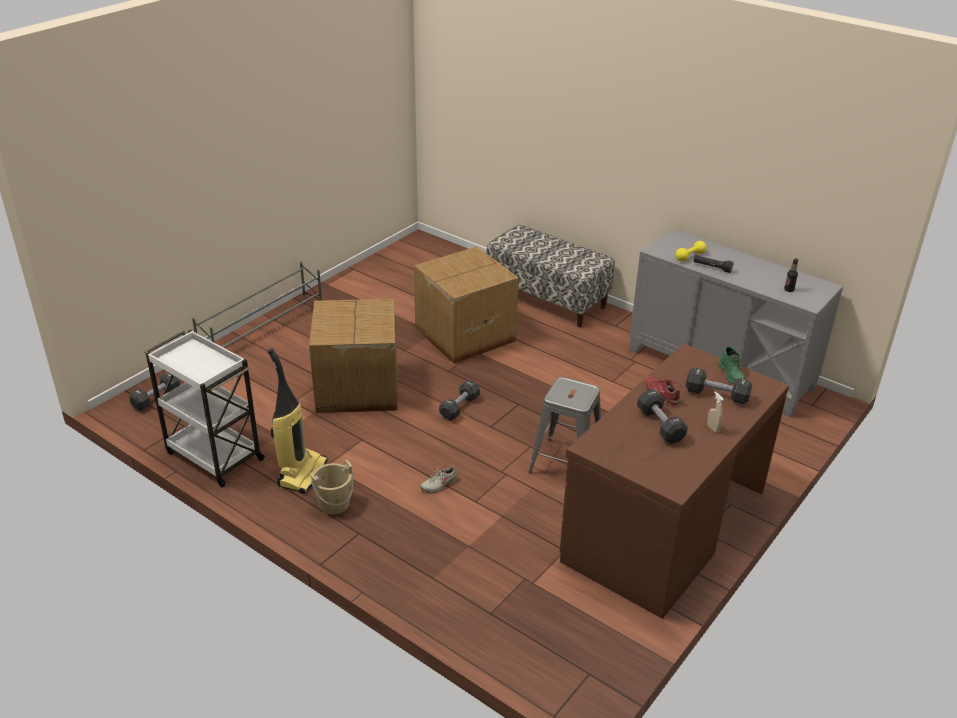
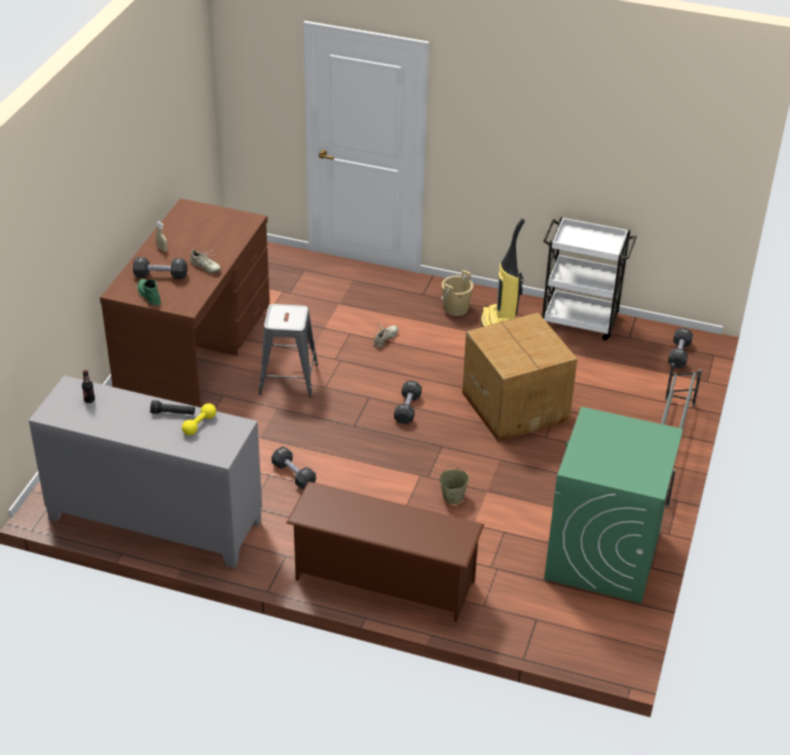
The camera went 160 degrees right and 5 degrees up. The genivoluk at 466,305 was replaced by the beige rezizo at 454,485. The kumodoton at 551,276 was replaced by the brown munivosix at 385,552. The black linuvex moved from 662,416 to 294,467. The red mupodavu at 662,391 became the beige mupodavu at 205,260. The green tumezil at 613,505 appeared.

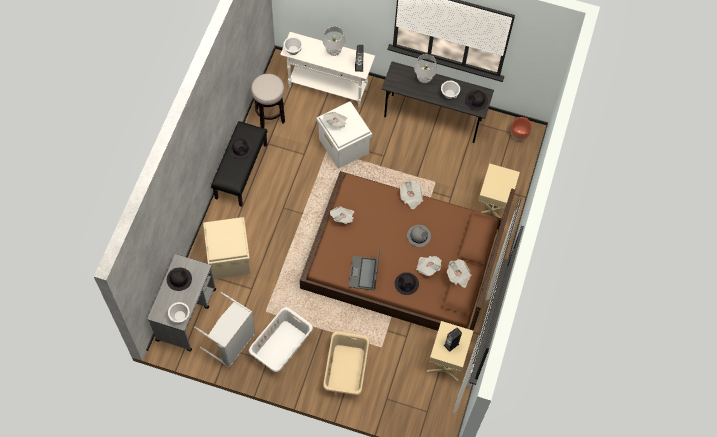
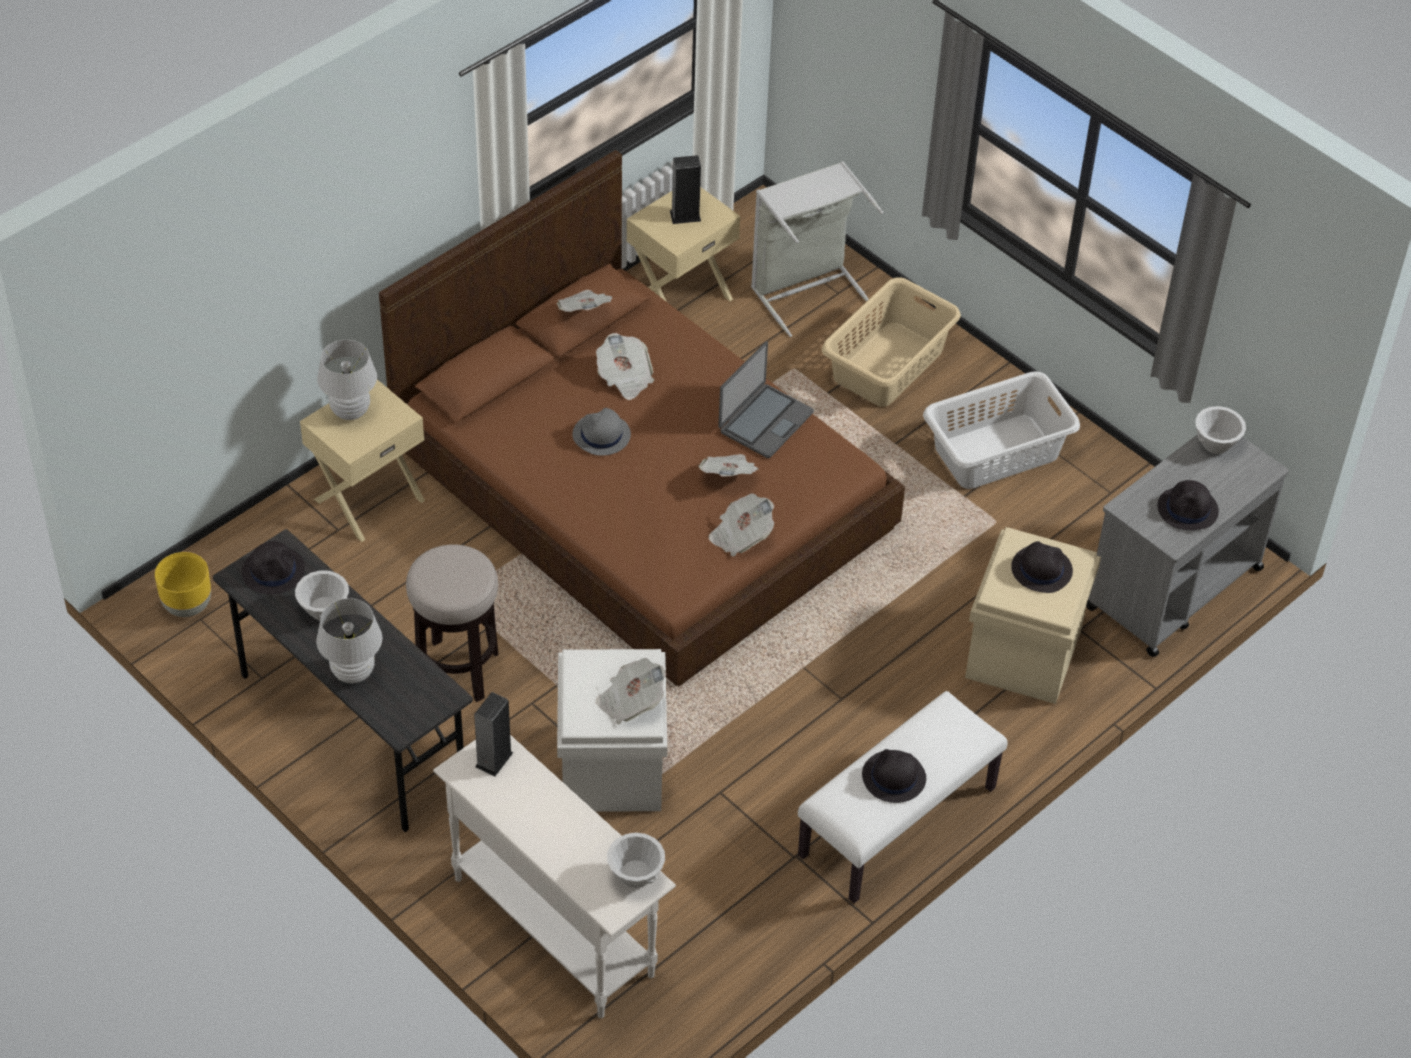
The camera went 150 degrees left and 15 degrees down. The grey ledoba moved from 225,330 to 817,249. The black kumodoton at 239,164 became the white kumodoton at 903,797. The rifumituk moved from 268,101 to 452,623. The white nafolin moved from 334,41 to 347,380. The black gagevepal moved from 407,283 to 1042,567. The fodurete moved from 411,195 to 729,465. The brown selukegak at 521,129 became the yellow selukegak at 183,584.

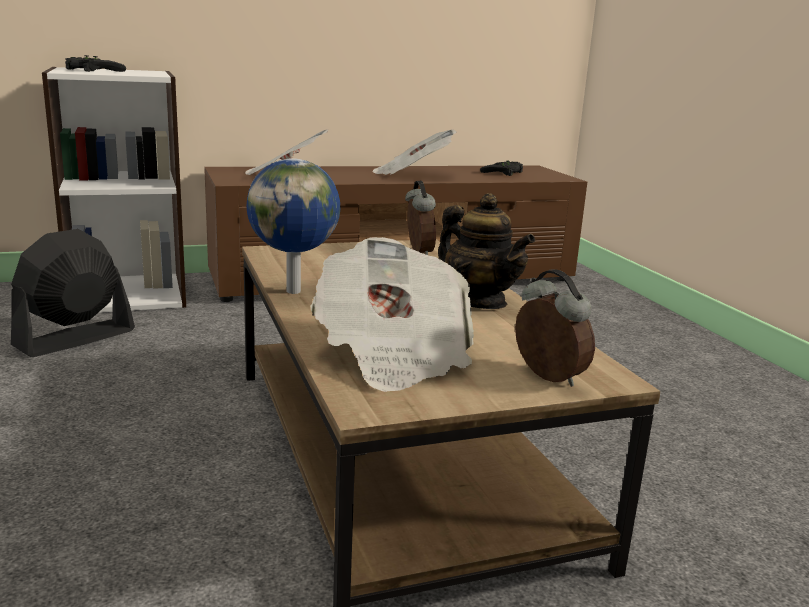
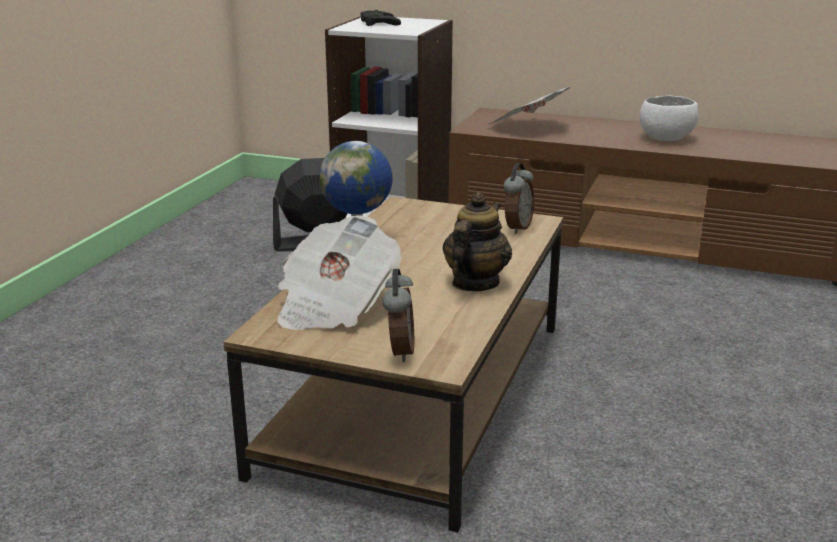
The camera went 40 degrees right and 5 degrees up. The fodurete at 414,152 was replaced by the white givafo at 669,118. The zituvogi at 486,251 turned 150 degrees counterclockwise. The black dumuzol at 501,168 disappeared.

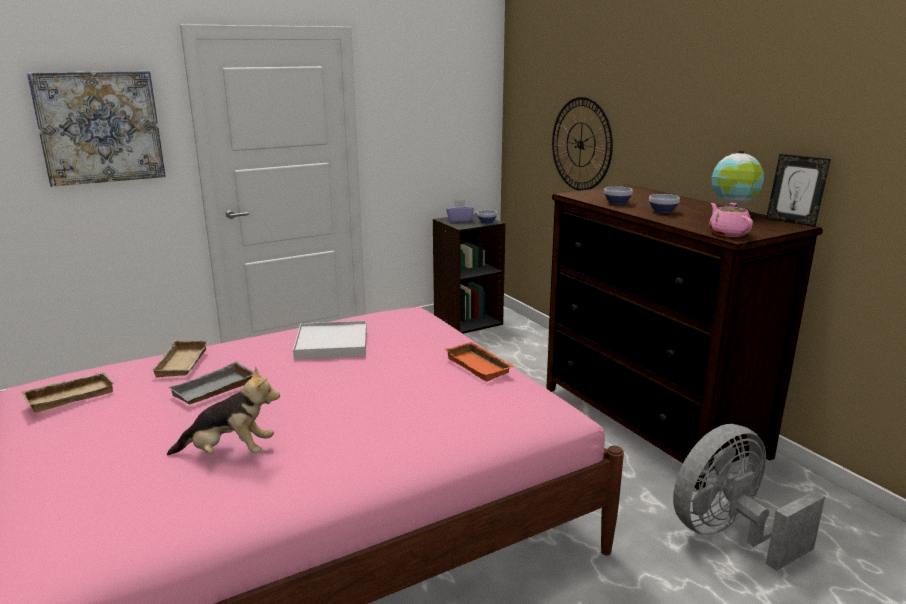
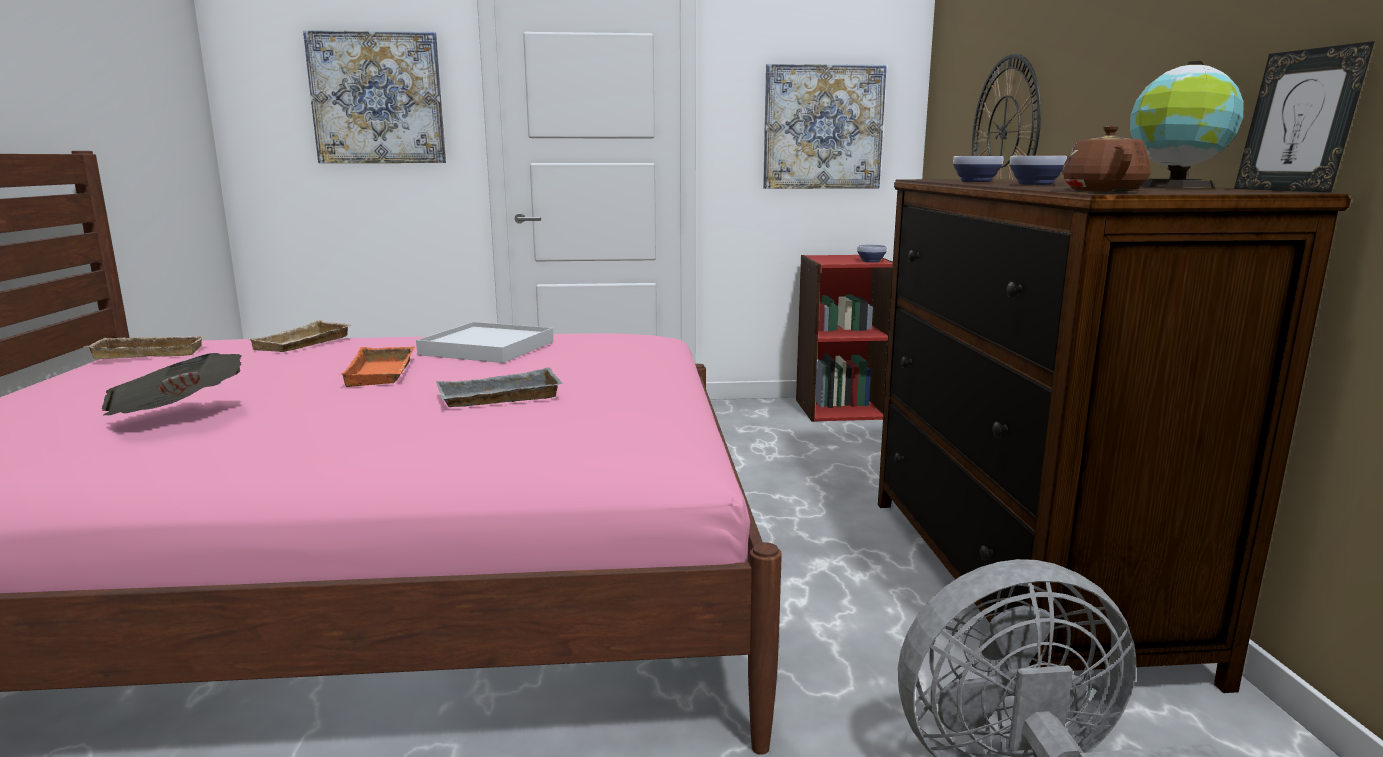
The camera went 25 degrees right and 5 degrees down. The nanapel at 223,410 was replaced by the fodurete at 172,384. The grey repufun moved from 211,382 to 499,387. The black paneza at 469,273 became the red paneza at 844,338. The orange repufun moved from 480,362 to 377,367. The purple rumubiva at 460,211 disappeared. The pink zituvogi at 731,220 became the brown zituvogi at 1106,159. The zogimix at 825,126 appeared.

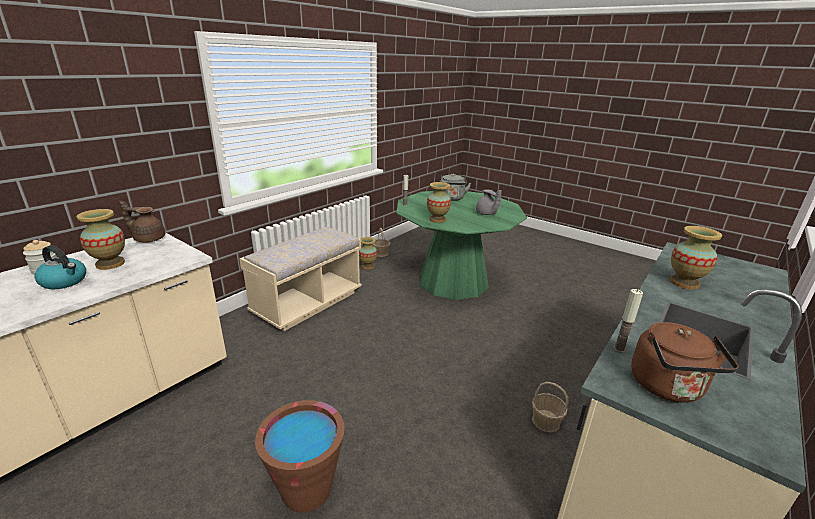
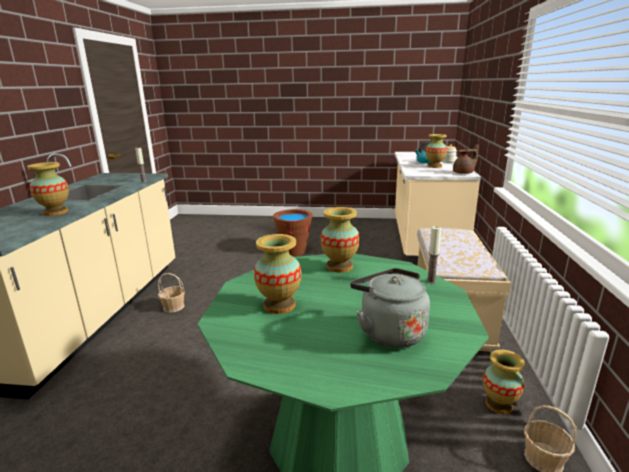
The camera went 150 degrees right and 5 degrees down. The grey zituvogi at 489,202 was replaced by the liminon at 278,274. The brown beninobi at 685,362 disappeared.

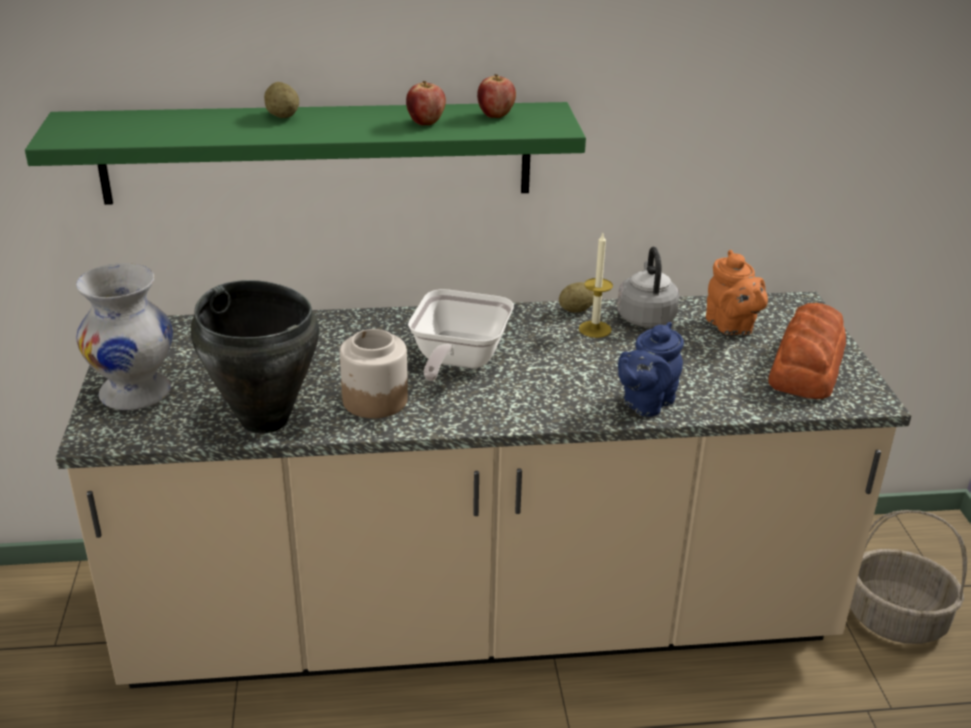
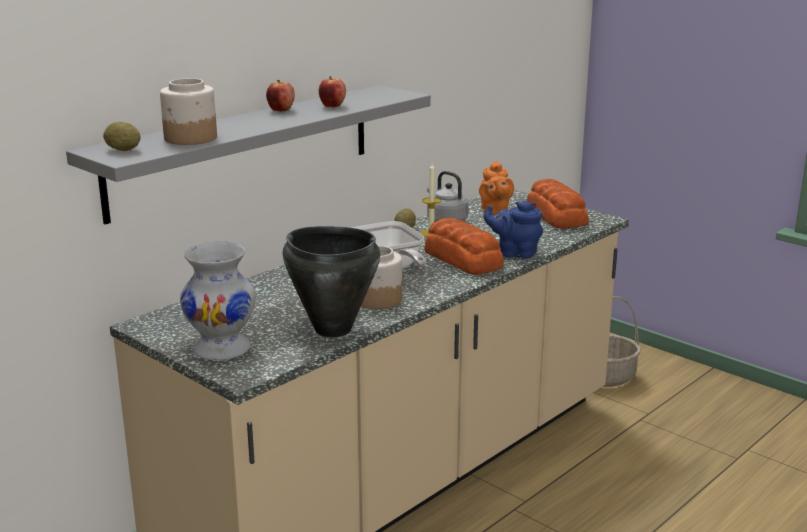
The camera went 40 degrees left and 10 degrees down. The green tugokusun at 305,153 became the grey tugokusun at 248,154. The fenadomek moved from 281,100 to 122,136. The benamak moved from 496,96 to 280,96. The blue zituvogi at 651,369 turned 105 degrees clockwise. The orange zituvogi at 737,292 turned 60 degrees clockwise. The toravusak at 188,111 appeared. The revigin at 464,246 appeared.

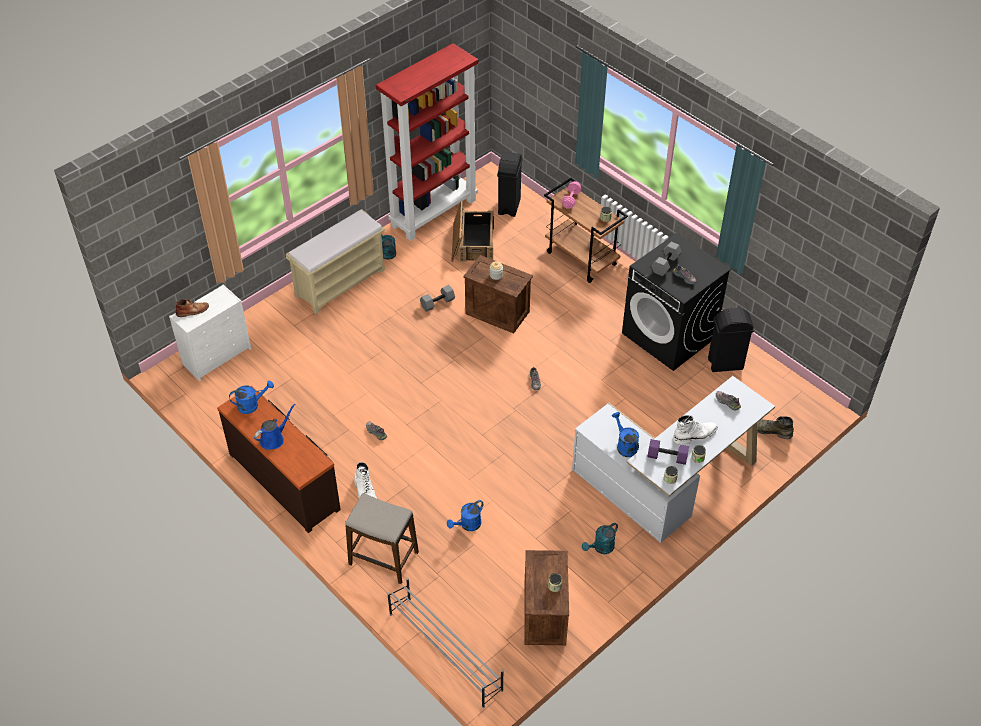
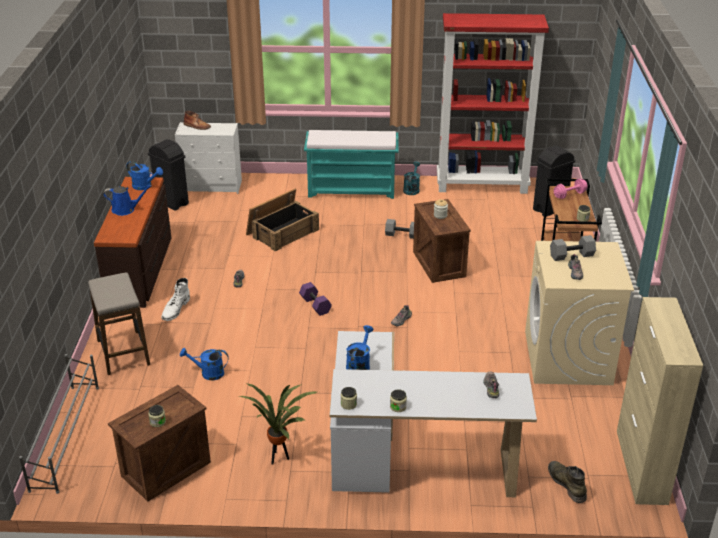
The camera went 45 degrees right and 15 degrees down. The beige kumodoton at 335,261 became the turquoise kumodoton at 351,164. The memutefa moved from 472,231 to 282,220. The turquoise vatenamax at 600,538 was replaced by the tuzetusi at 278,424. The black tumezil at 676,302 became the beige tumezil at 579,313. The purple linuvex moved from 668,452 to 315,299. The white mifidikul at 695,429 disappeared. The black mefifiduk moved from 731,340 to 168,175. The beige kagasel at 660,401 appeared.

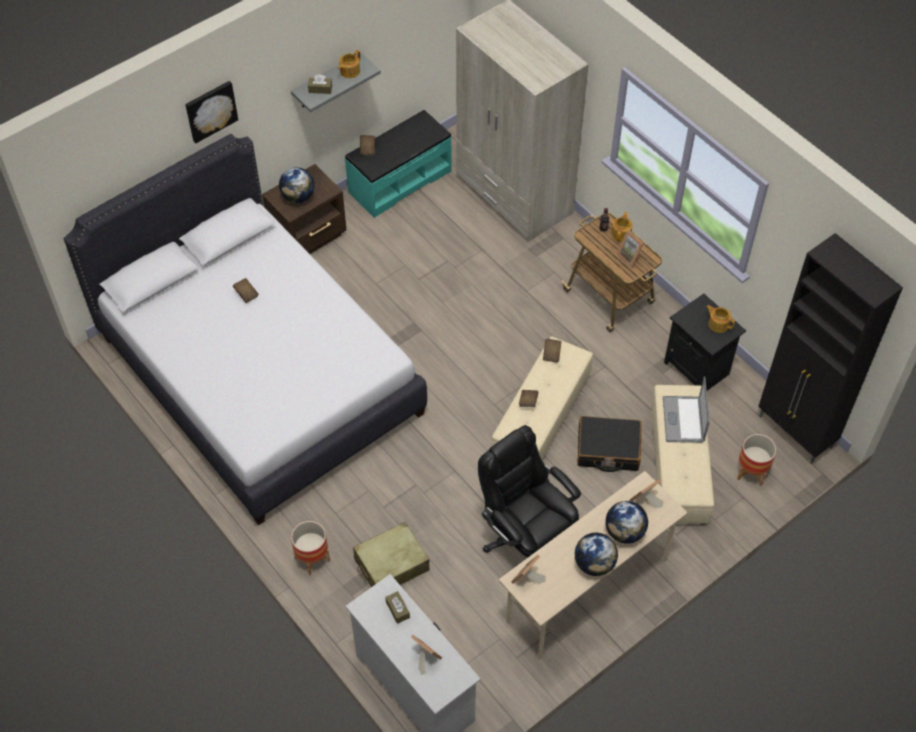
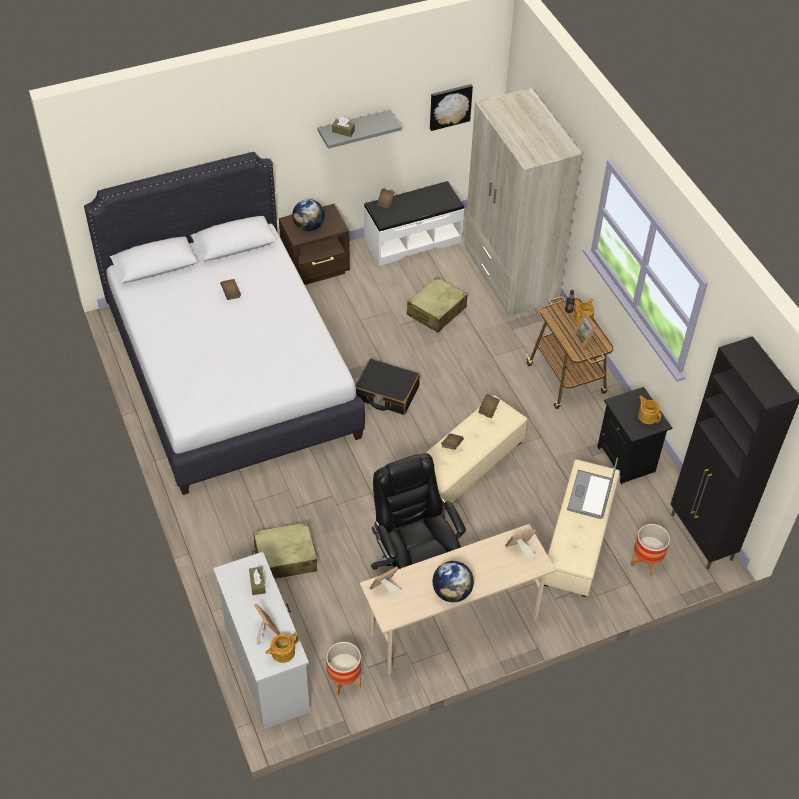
The camera went 15 degrees right and 5 degrees down. The zogimix moved from 211,112 to 451,107. The selukegak moved from 310,548 to 343,669. The zituvogi moved from 349,64 to 282,648. The turquoise kumodoton at 398,164 became the white kumodoton at 414,223. The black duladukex moved from 609,444 to 387,386. The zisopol at 626,522 disappeared. The beige duladukex at 437,304 appeared.

